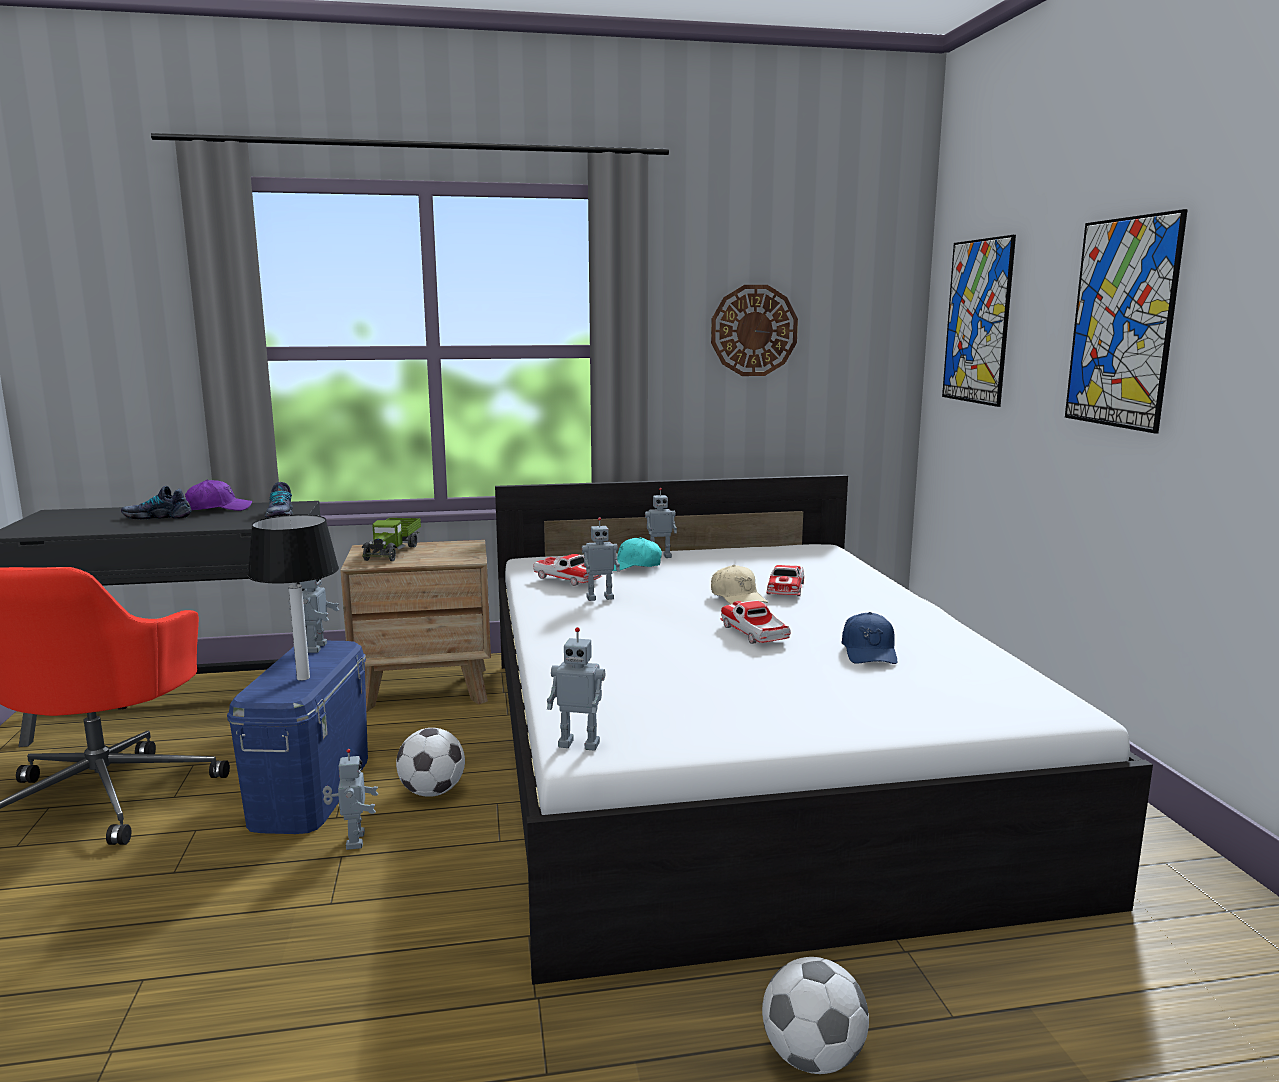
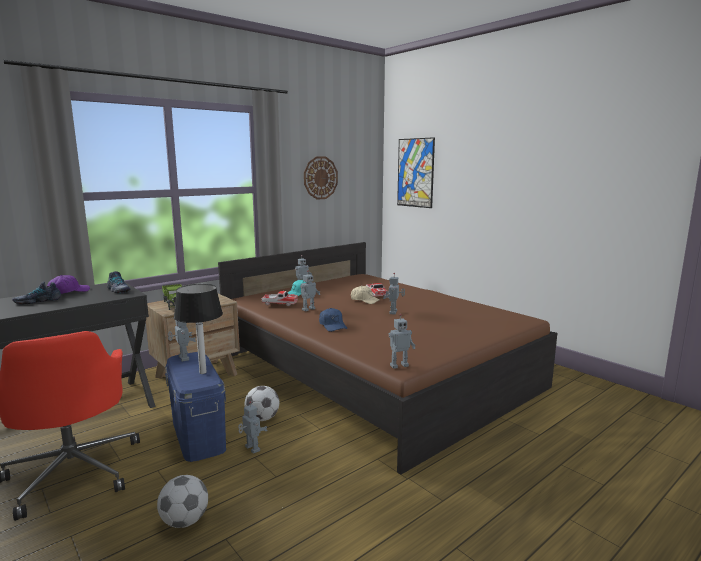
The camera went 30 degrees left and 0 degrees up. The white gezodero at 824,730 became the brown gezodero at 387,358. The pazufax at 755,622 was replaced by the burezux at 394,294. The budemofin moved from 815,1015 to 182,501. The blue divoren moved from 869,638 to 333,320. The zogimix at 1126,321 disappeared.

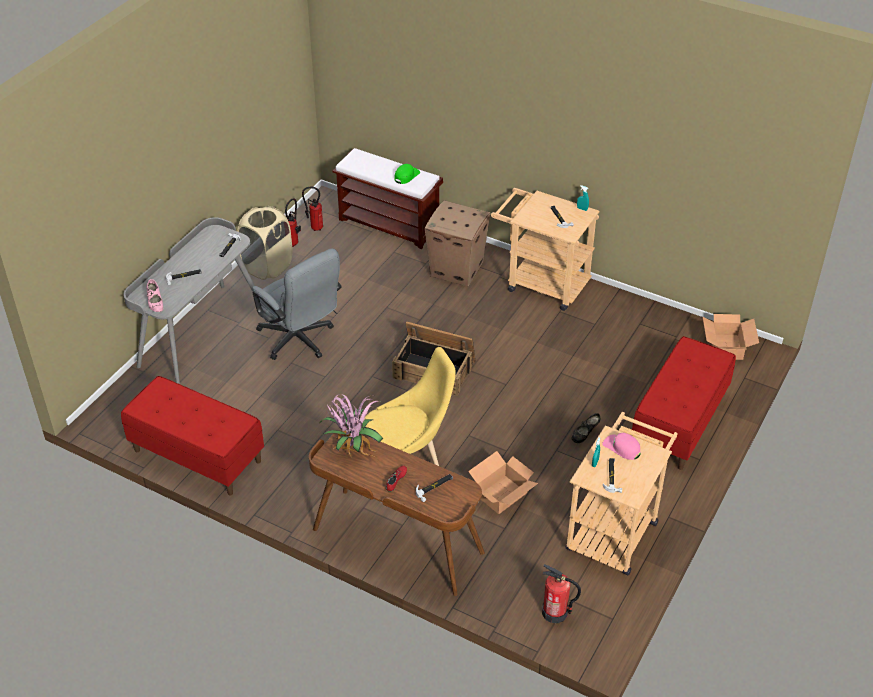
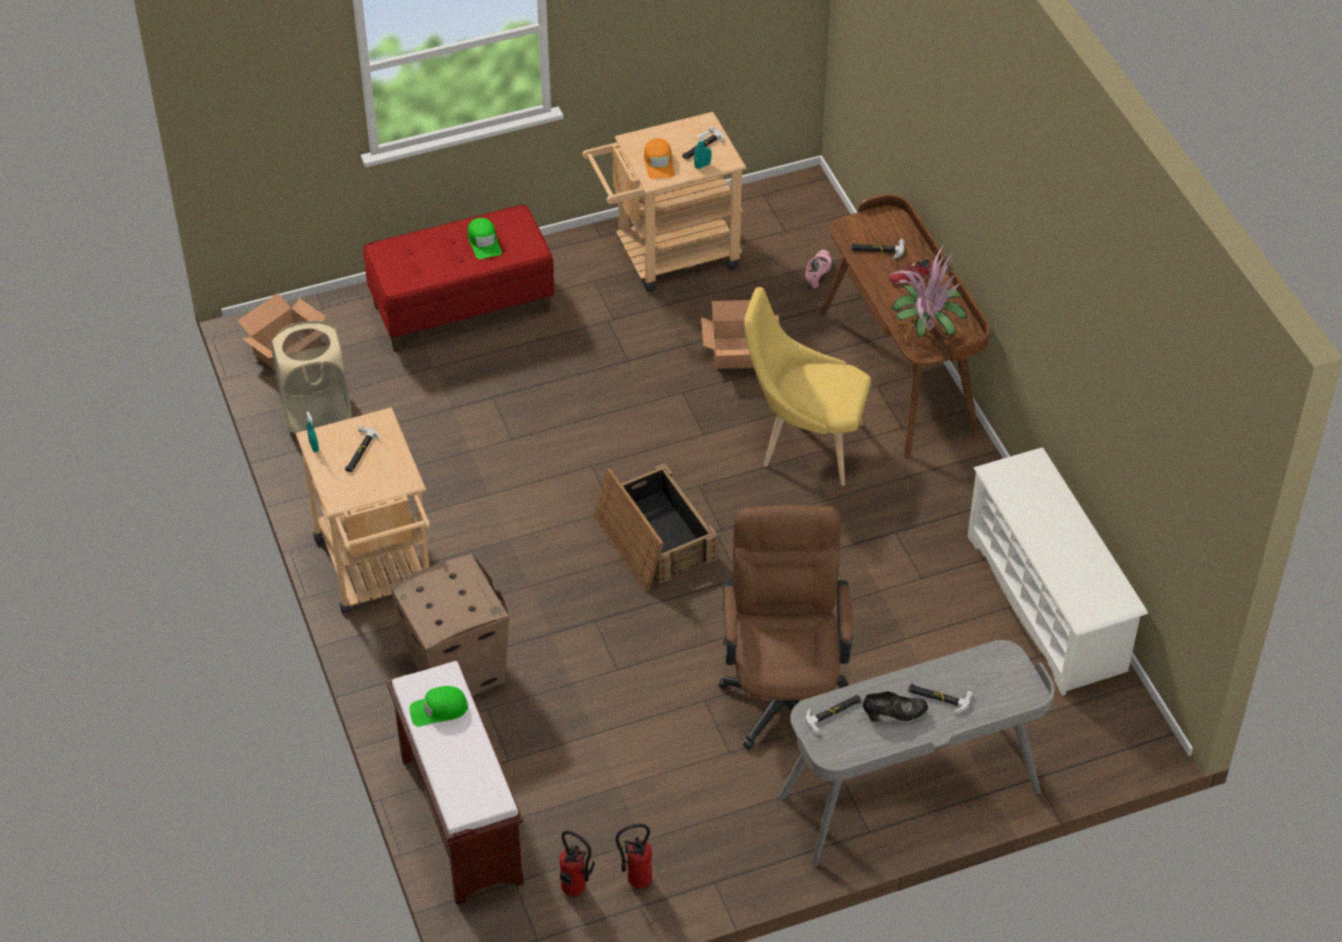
The camera went 140 degrees left and 5 degrees up. The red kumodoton at 192,436 was replaced by the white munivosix at 1057,571. The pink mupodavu moved from 154,295 to 818,269. The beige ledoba moved from 265,243 to 311,377. The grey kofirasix at 296,304 became the brown kofirasix at 785,627. The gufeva at 561,593 disappeared. The black mupodavu moved from 586,428 to 895,706. The pink divoren at 621,446 became the orange divoren at 659,158. The green divoren at 485,238 appeared.

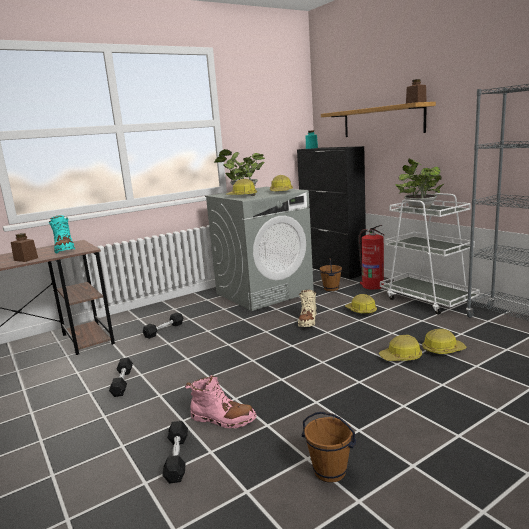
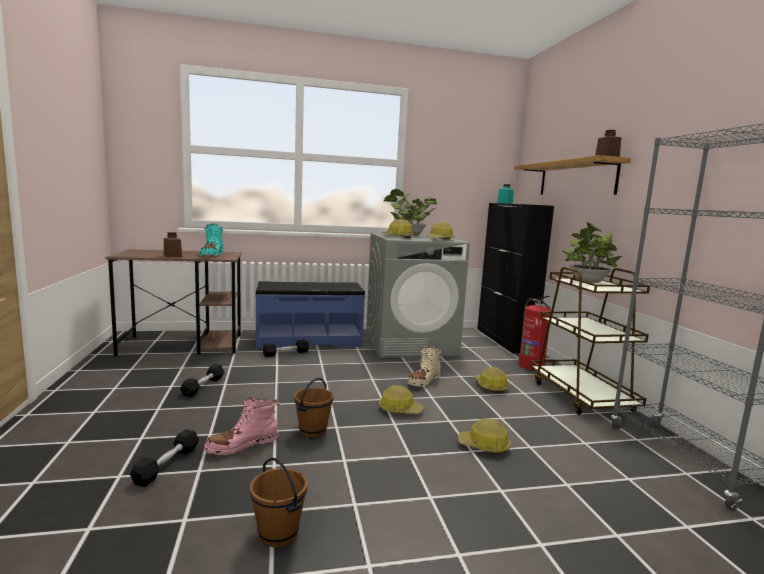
The camera went 20 degrees right and 5 degrees down. The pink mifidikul at 220,401 turned 105 degrees clockwise. The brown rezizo moved from 331,274 to 314,408. The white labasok at 430,254 became the brown labasok at 590,341. The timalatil moved from 444,341 to 401,399. The blue kumodoton at 310,315 appeared.

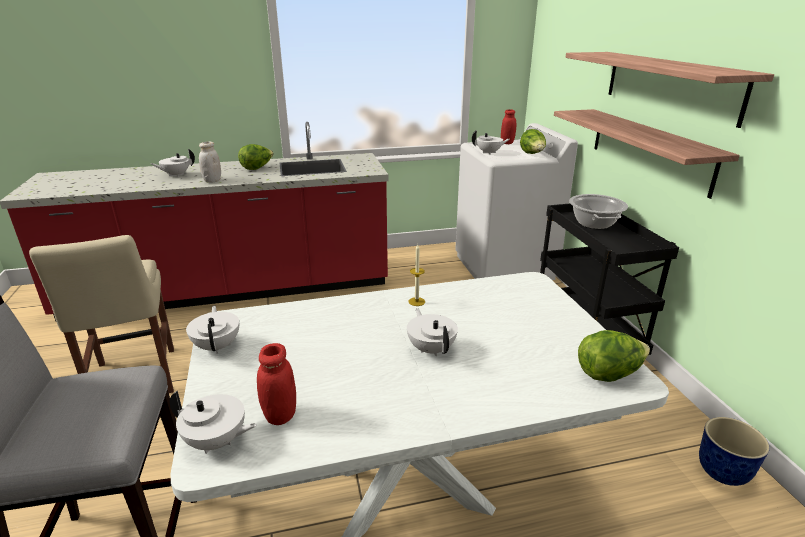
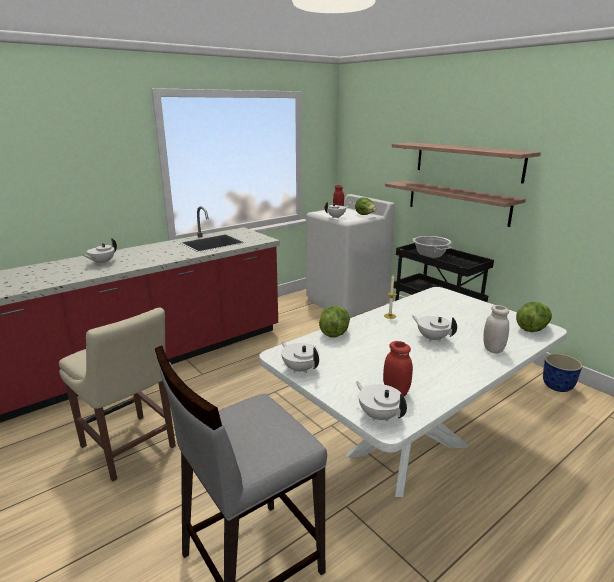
The camera went 25 degrees left and 5 degrees down. The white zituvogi at 213,422 turned 120 degrees counterclockwise. The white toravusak moved from 210,162 to 496,329. The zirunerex moved from 256,157 to 334,321.

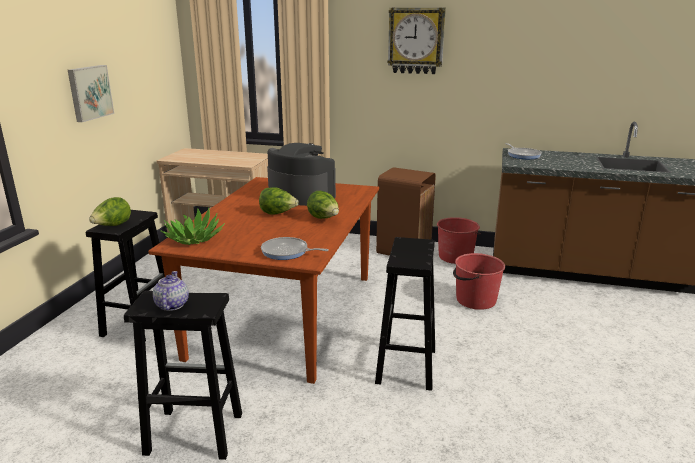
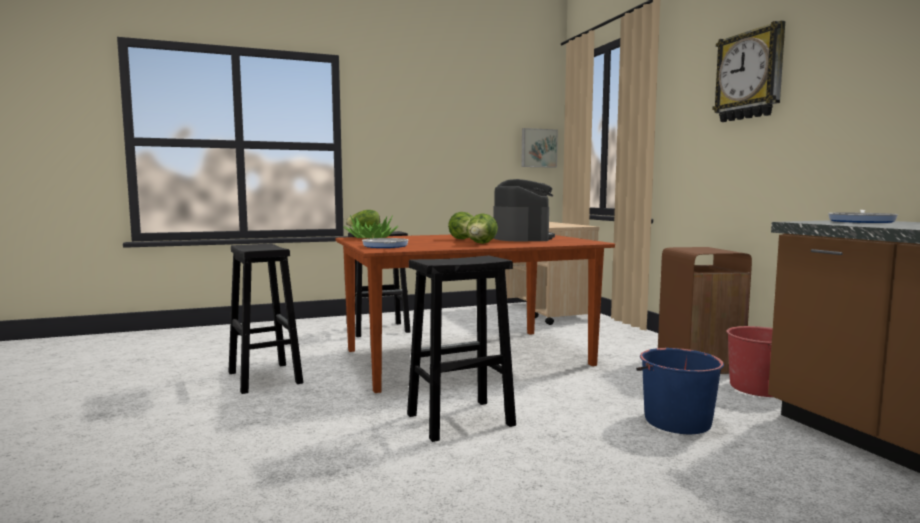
The camera went 55 degrees right and 15 degrees down. The zogimix moved from 91,93 to 539,148. The zituvogi at 171,291 disappeared. The red rezizo at 479,281 became the blue rezizo at 680,391.

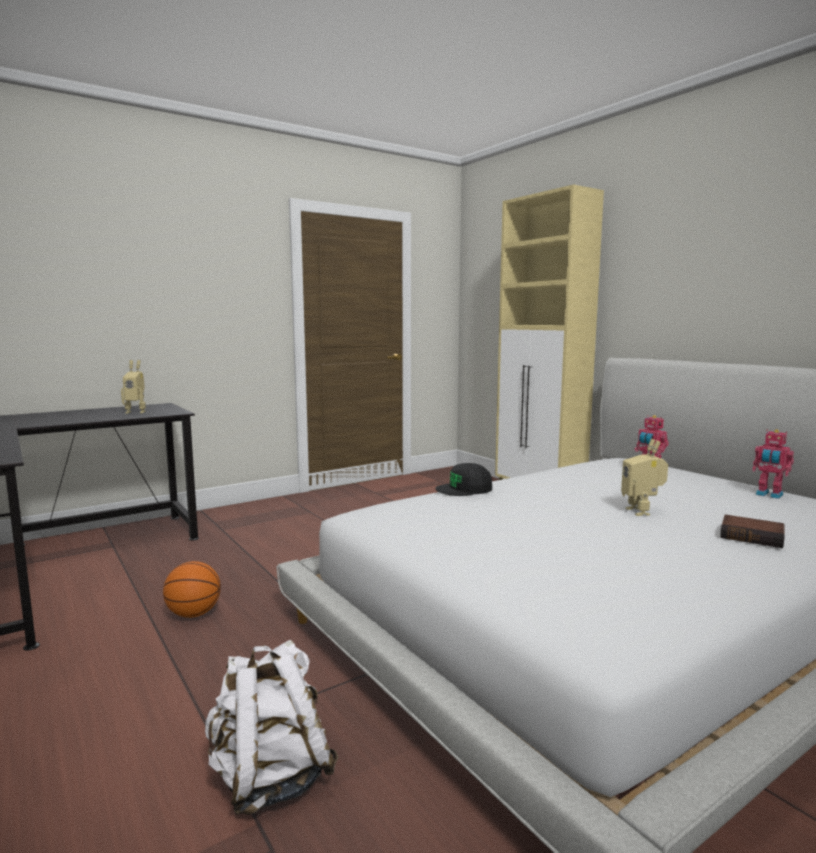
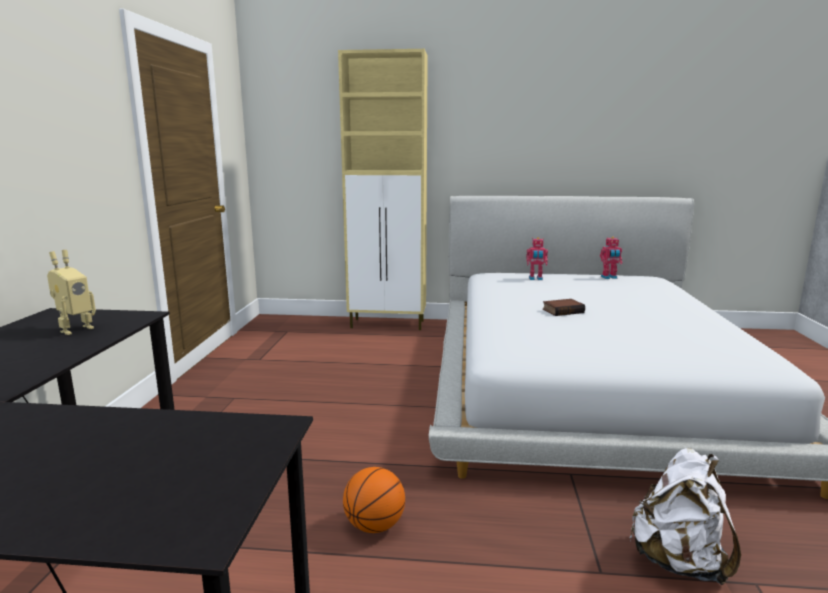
The camera went 50 degrees left and 5 degrees up. The black divoren at 464,479 disappeared. The burezux at 644,477 disappeared. The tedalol moved from 752,531 to 563,307.

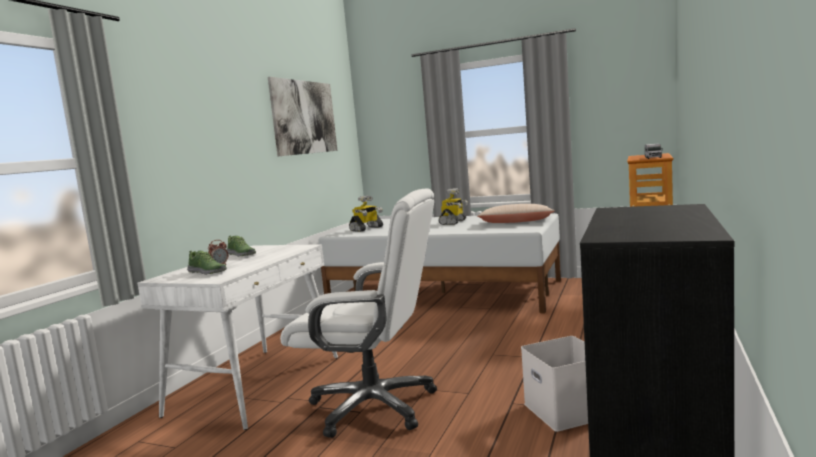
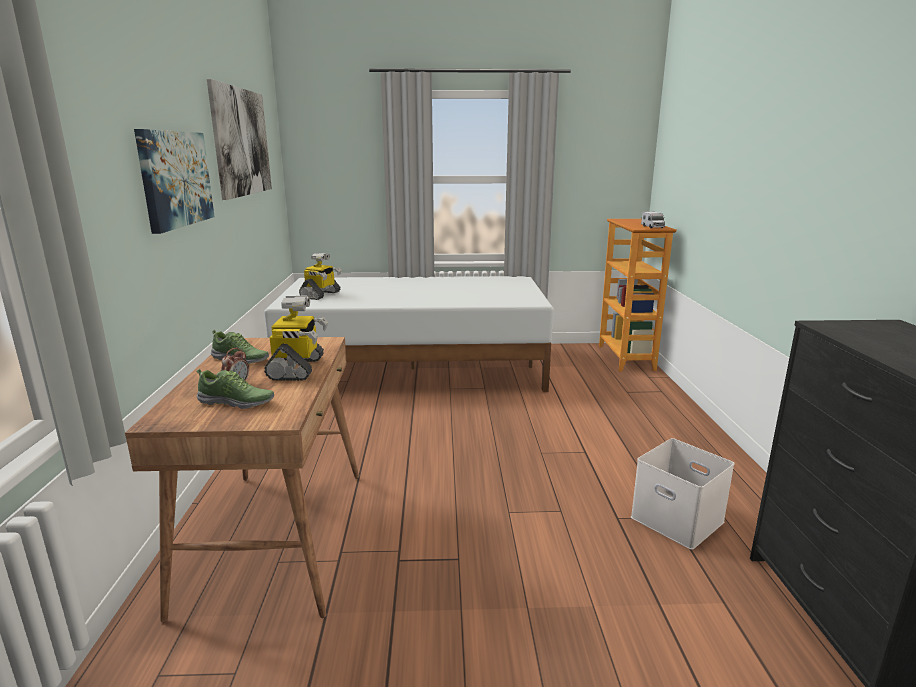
The camera went 25 degrees left and 10 degrees up. The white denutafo at 237,337 became the brown denutafo at 242,479. The white kofirasix at 358,313 disappeared. The burezux moved from 453,206 to 296,338. The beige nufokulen at 516,213 disappeared. The zogimix at 174,181 appeared.

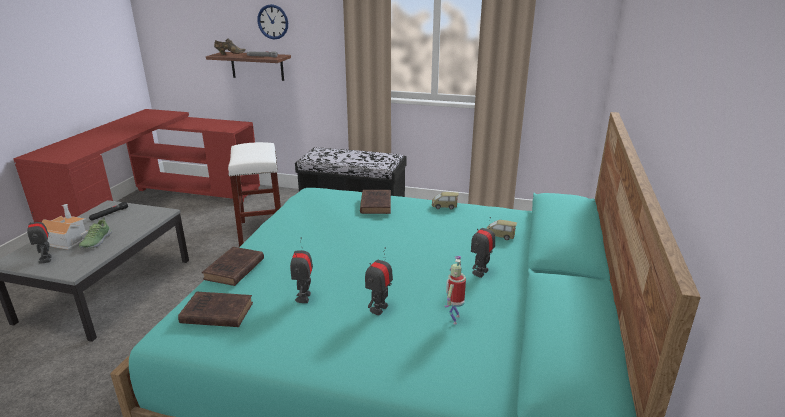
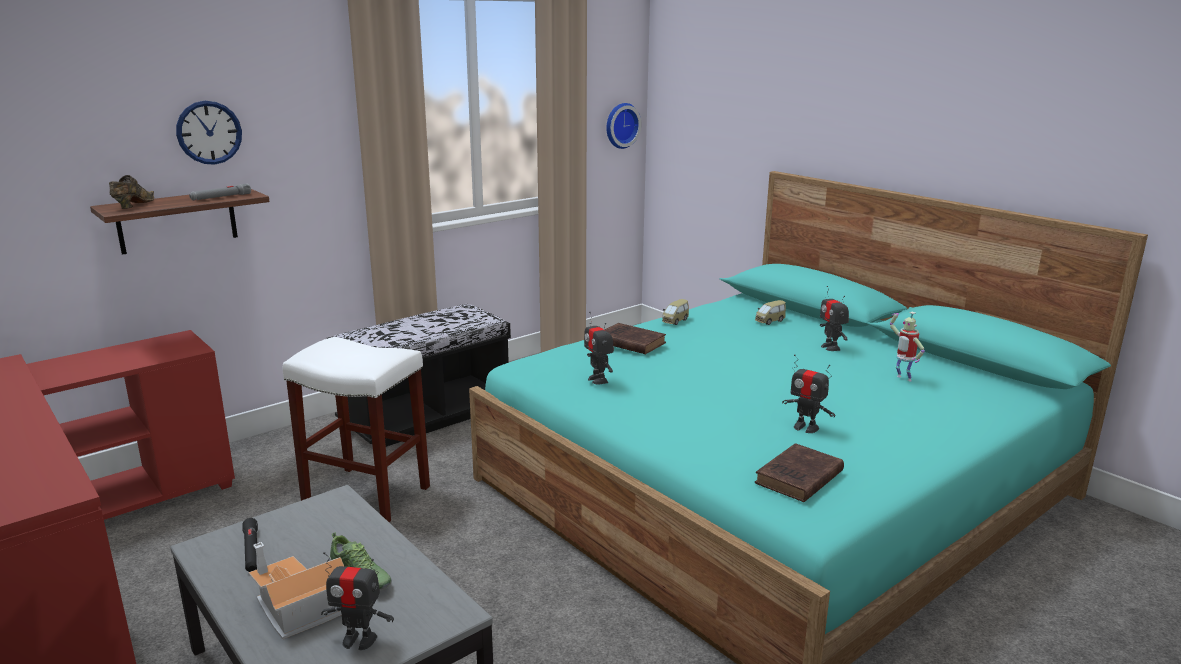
The camera went 55 degrees left and 5 degrees down. The brown tedalol at 233,266 disappeared. The burezux moved from 379,281 to 599,348. The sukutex at 623,126 appeared.

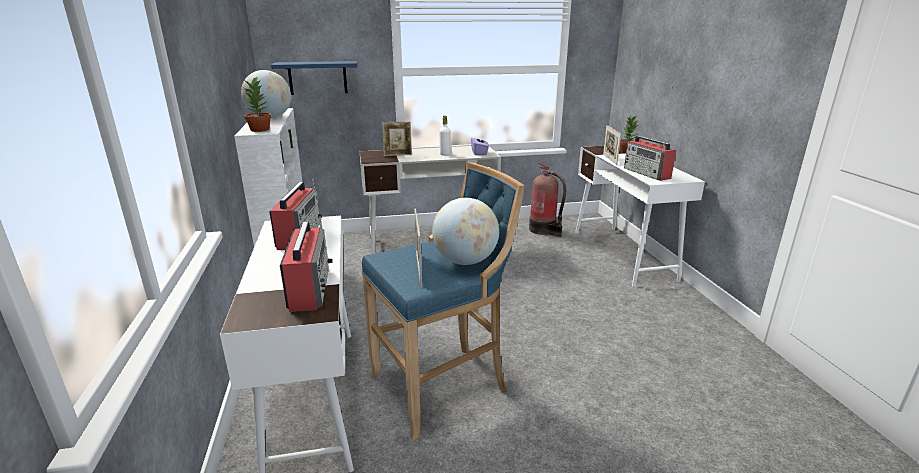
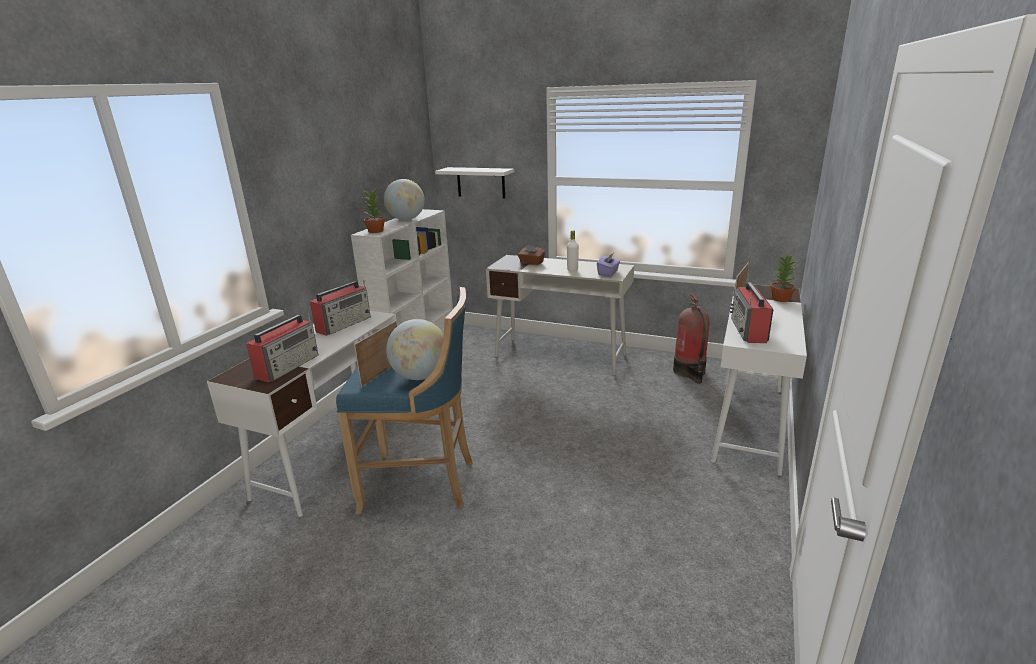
The camera went 35 degrees right and 0 degrees up. The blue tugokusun at 314,78 became the white tugokusun at 474,182. The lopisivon at 397,139 was replaced by the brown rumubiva at 531,255.

